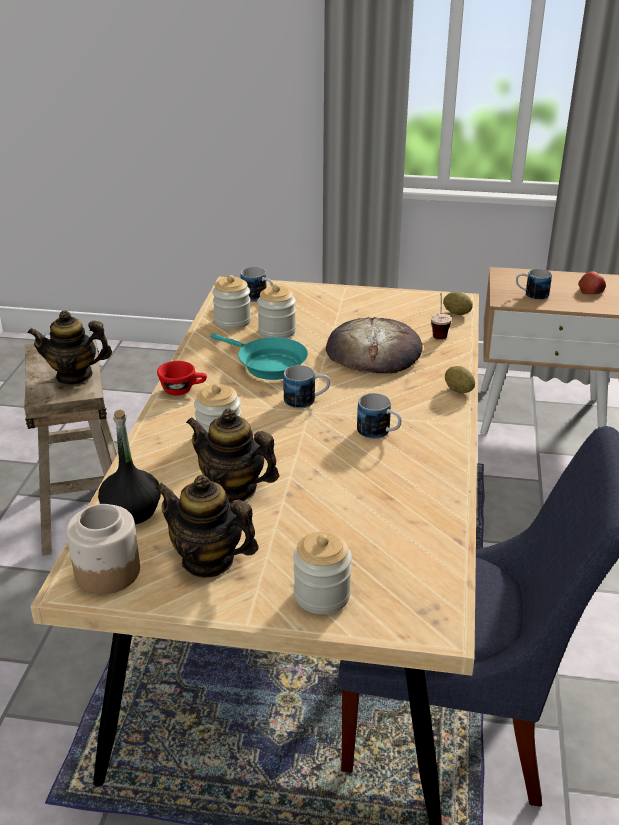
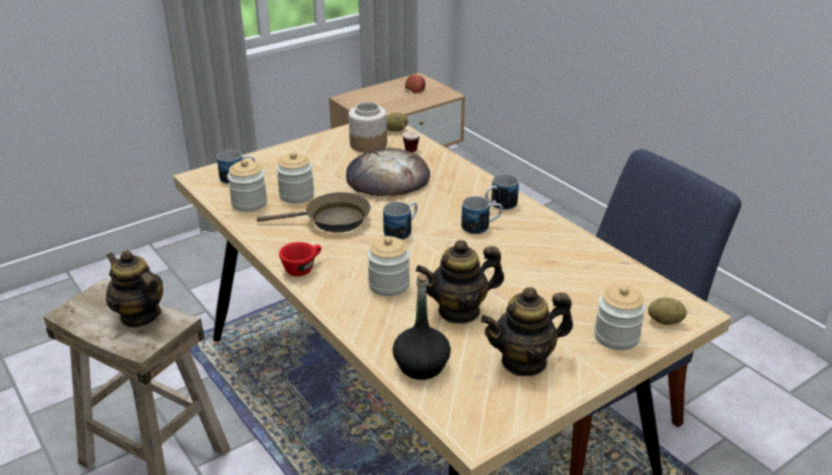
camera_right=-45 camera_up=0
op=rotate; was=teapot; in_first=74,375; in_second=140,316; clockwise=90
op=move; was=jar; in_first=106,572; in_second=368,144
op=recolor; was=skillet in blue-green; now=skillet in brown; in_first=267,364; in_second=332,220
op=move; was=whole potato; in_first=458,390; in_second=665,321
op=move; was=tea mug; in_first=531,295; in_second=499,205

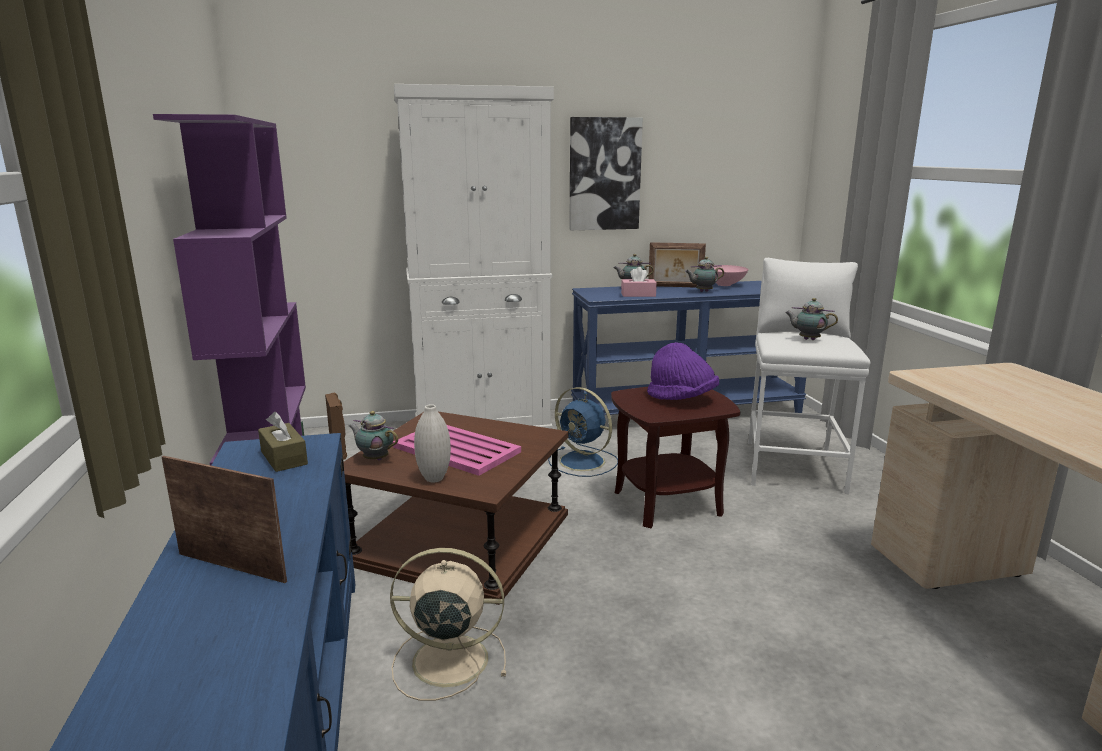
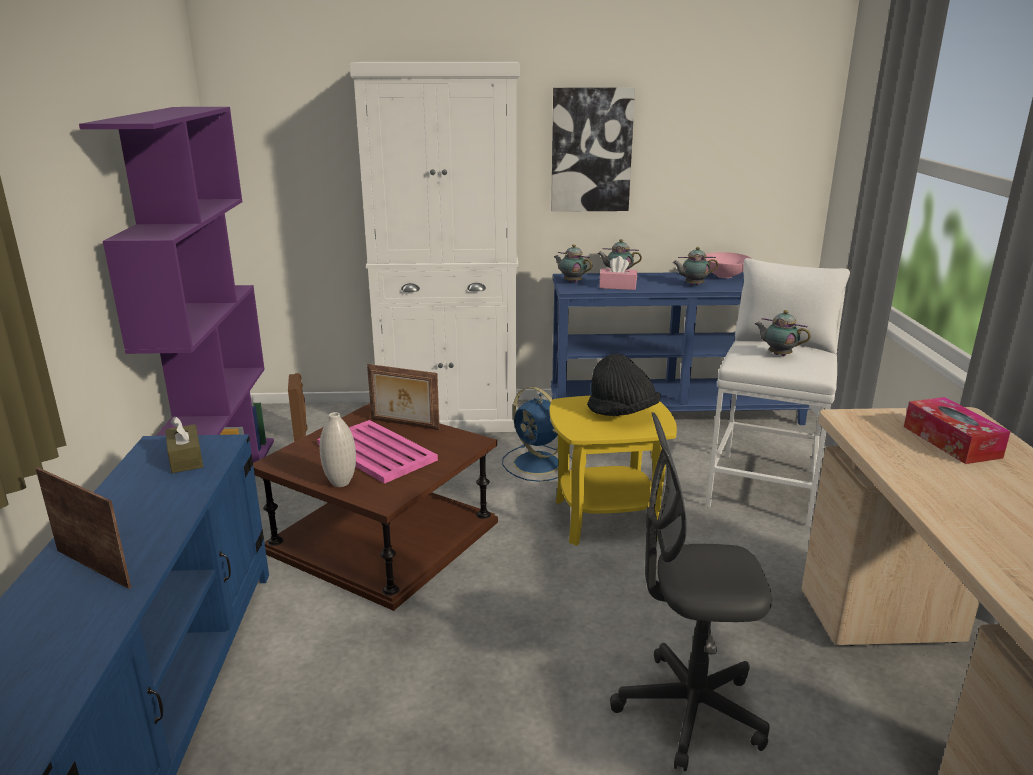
camera_right=10 camera_up=5
op=move; was=teapot; in_first=375,459; in_second=571,282
op=delete; was=electric fan in beige-coloured; in_first=446,660
op=recolor; was=side table in brown; now=side table in yellowish; in_first=667,503; in_second=606,519
op=recolor; was=wearable hat in purple; now=wearable hat in blackish; in_first=682,399; in_second=622,413
op=move; was=standing frame; in_first=675,287; in_second=404,425
op=insert; now=office chair in grey; in_second=689,711
op=insert; now=tissue box; in_second=951,442

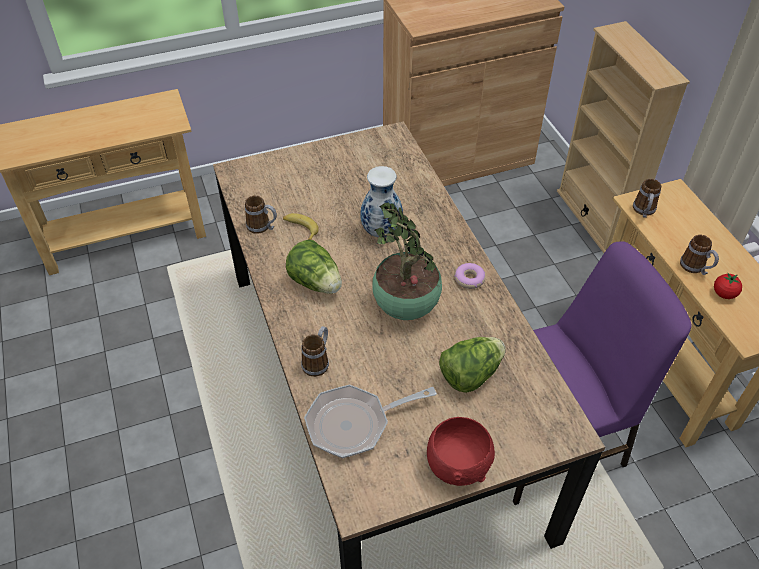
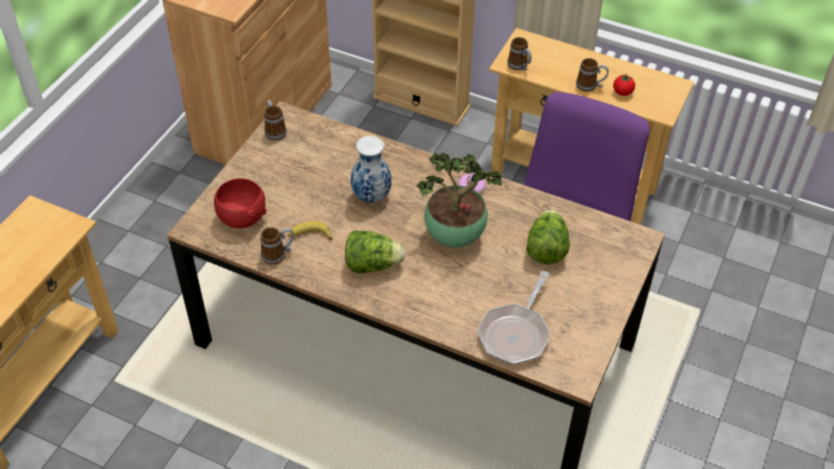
camera_right=-45 camera_up=0
op=move; was=tea mug; in_first=318,361; in_second=274,130
op=move; was=deep dish in reddish; in_first=458,464; in_second=242,217

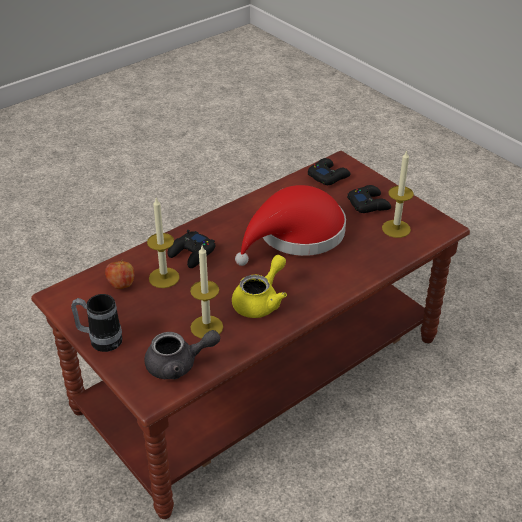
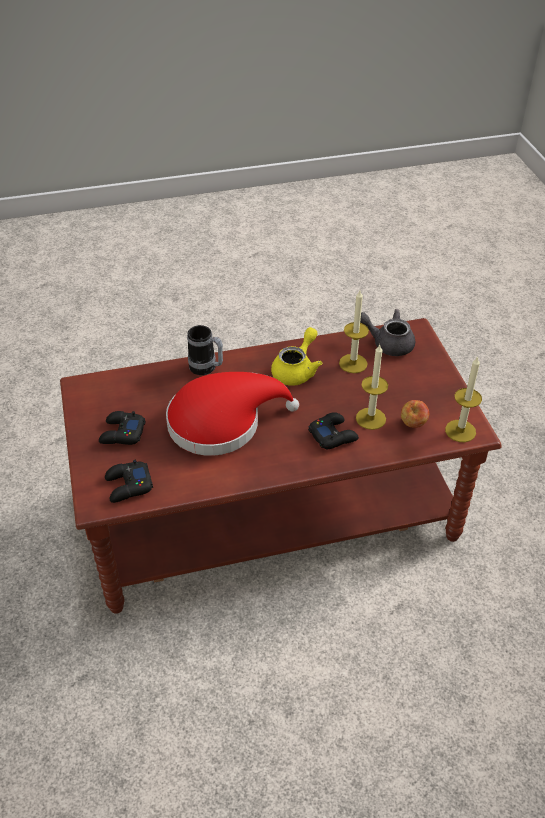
camera_right=-155 camera_up=5
op=move; was=tea mug; in_first=100,340; in_second=206,369
op=rotate; was=teapot in yellowish; in_first=261,301; in_second=297,370; clockwise=150
op=move; was=wax light; in_first=396,229; in_second=460,431

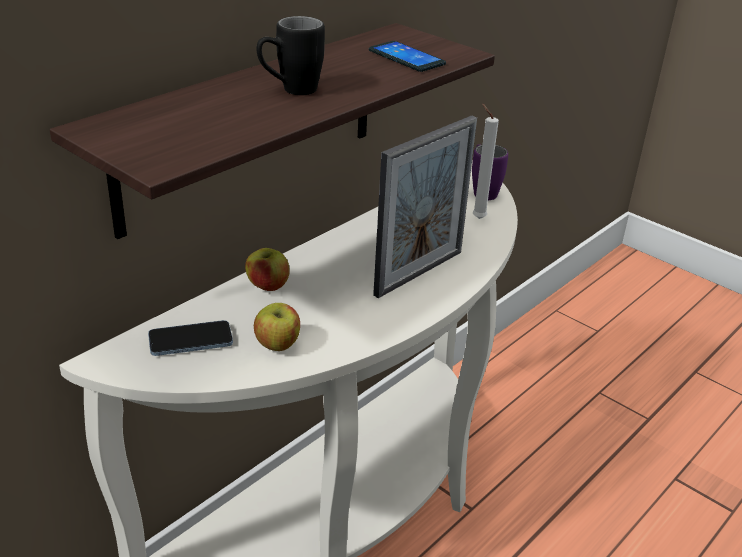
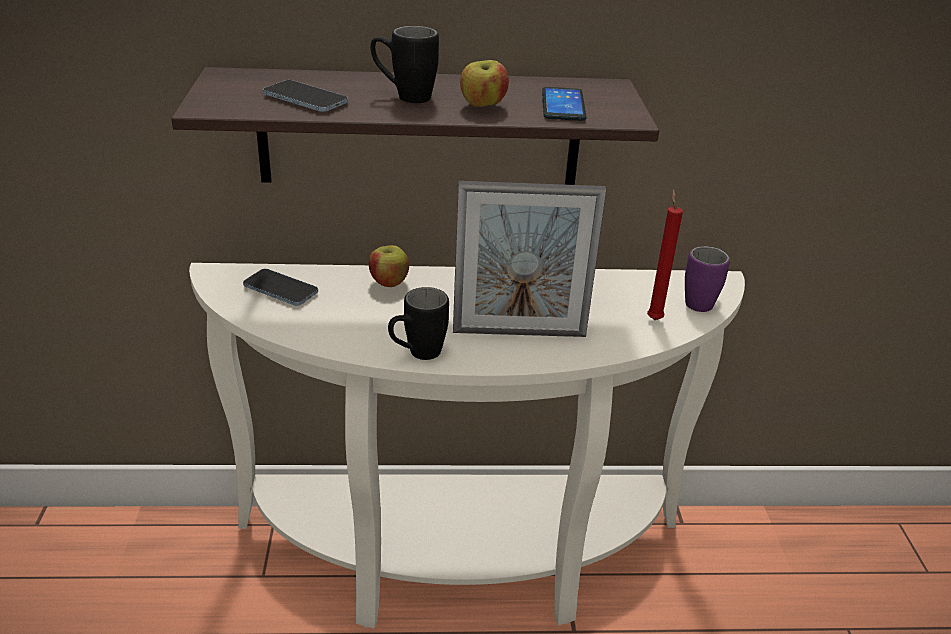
camera_right=45 camera_up=0
op=move; was=apple; in_first=278,345; in_second=483,106
op=recolor; was=wax light in white-coloured; now=wax light in reddish; in_first=477,218; in_second=654,318
op=insert; now=handset; in_second=305,99
op=insert; now=tea mug in blackish; in_second=416,355

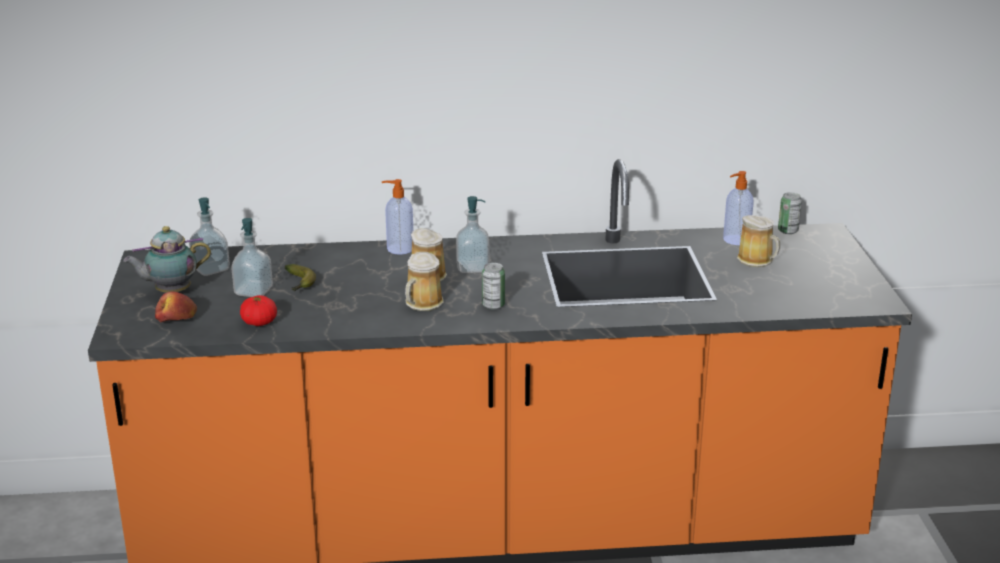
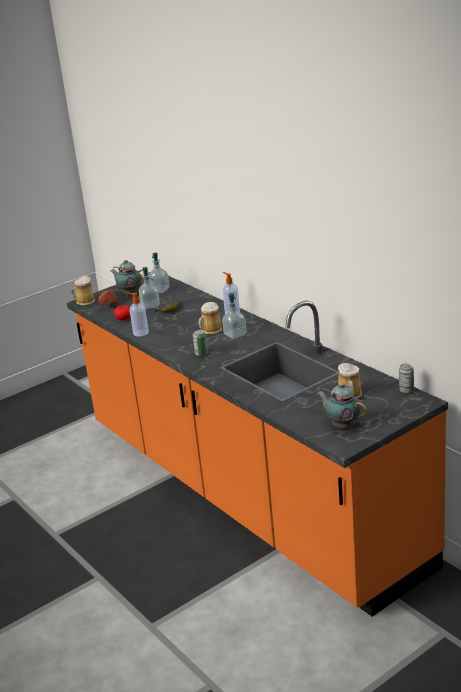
camera_right=60 camera_up=0
op=move; was=tea mug; in_first=422,303; in_second=84,301
op=move; was=soap bottle; in_first=735,240; in_second=140,333
op=insert; now=teapot; in_second=342,425

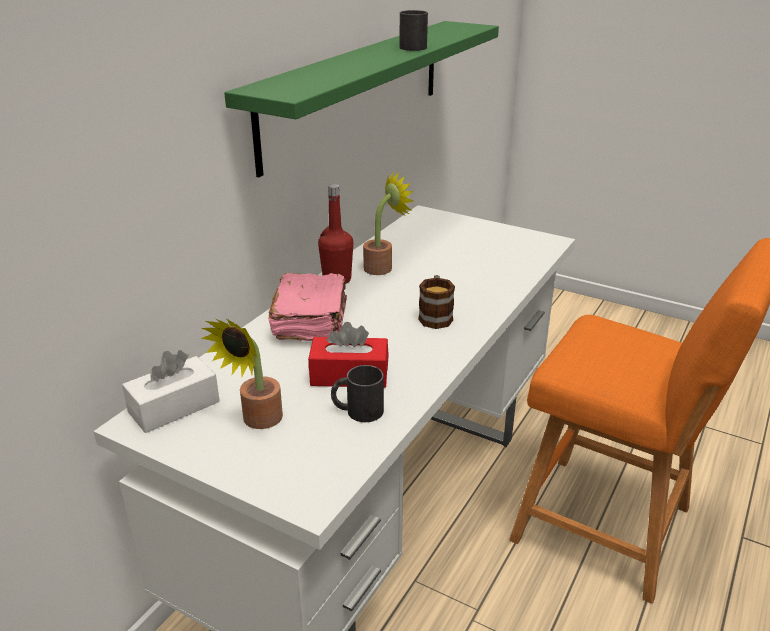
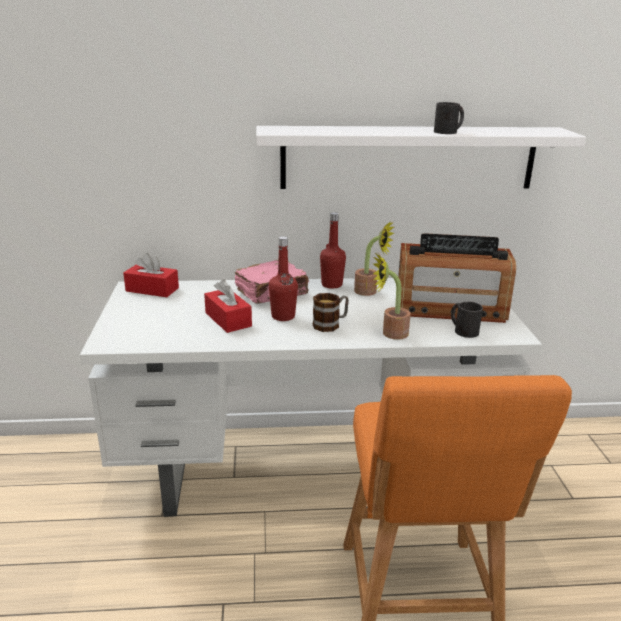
camera_right=55 camera_up=-5
op=recolor; was=tissue box in white-coloured; now=tissue box in reddish; in_first=174,407; in_second=152,289
op=move; was=potted plant; in_first=257,421; in_second=389,333
op=recolor; was=shelf in green-coloured; now=shelf in white-coloured; in_first=356,90; in_second=408,158
op=move; was=tea mug in blackish; in_first=357,411; in_second=462,330
op=insert; now=beverage bottle in reddish; in_second=283,316
op=insert; now=radio; in_second=450,308

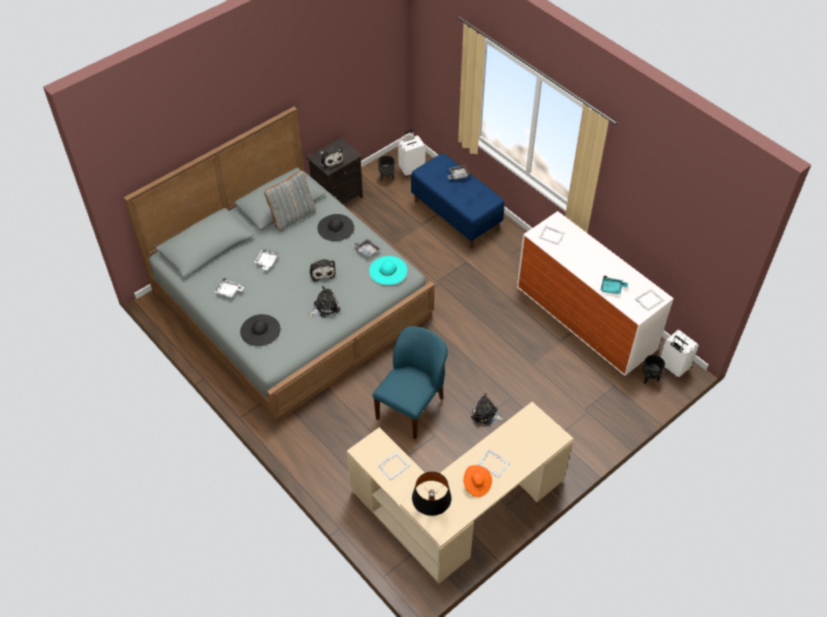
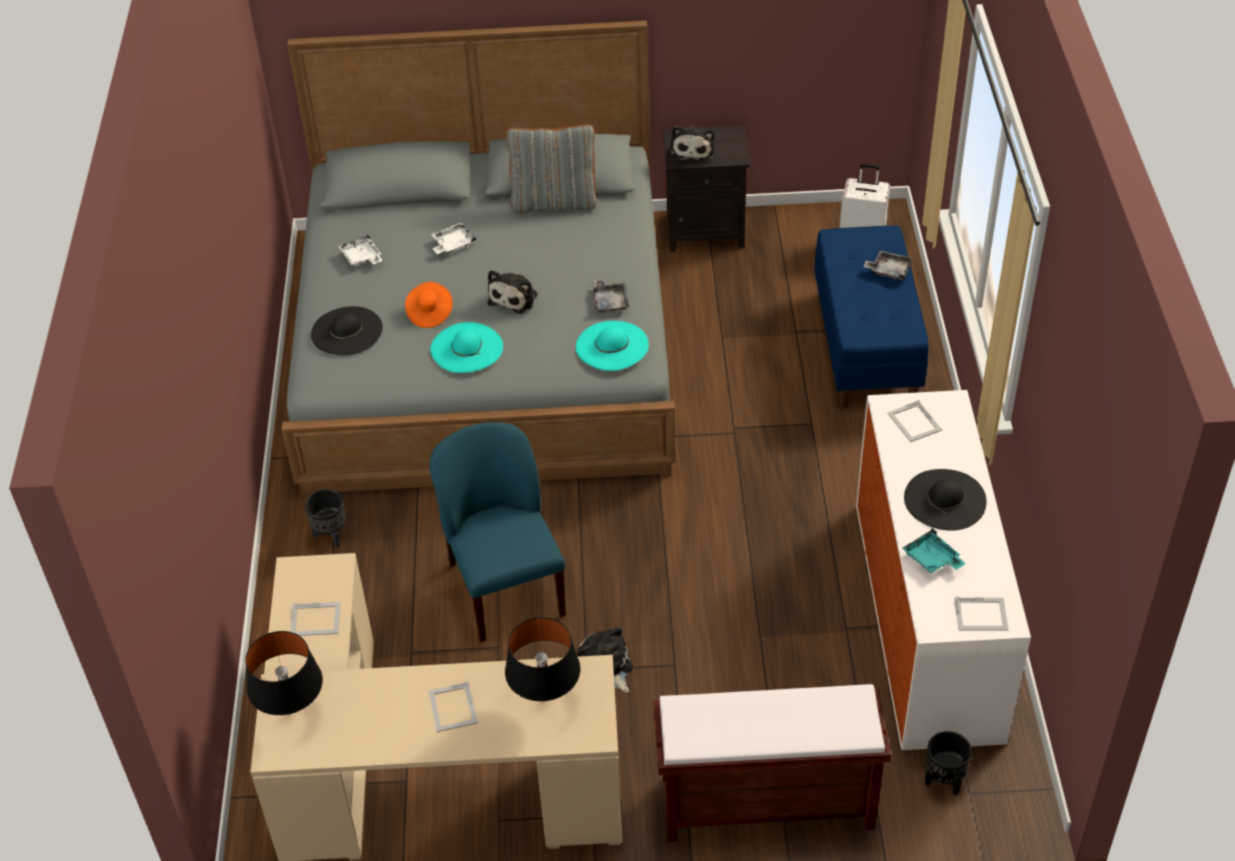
camera_right=40 camera_up=-5
op=replace; was=soft toy; now=wearable hat in blue-green; in_first=325,307; in_second=466,348
op=move; was=wearable hat in blackish; in_first=335,227; in_second=945,499
op=rotate; was=chair in bluish; in_first=411,407; in_second=505,587; clockwise=-90
op=move; was=flower pot in blackish; in_first=386,178; in_second=330,536
op=move; was=wearable hat in orangey; in_first=476,484; in_second=429,313
op=delete; was=piece of luggage in white-coloured; in_first=672,367
op=insert; now=tabletop lamp in blackish; in_second=545,699
op=insert; now=long seat in brown; in_second=765,804

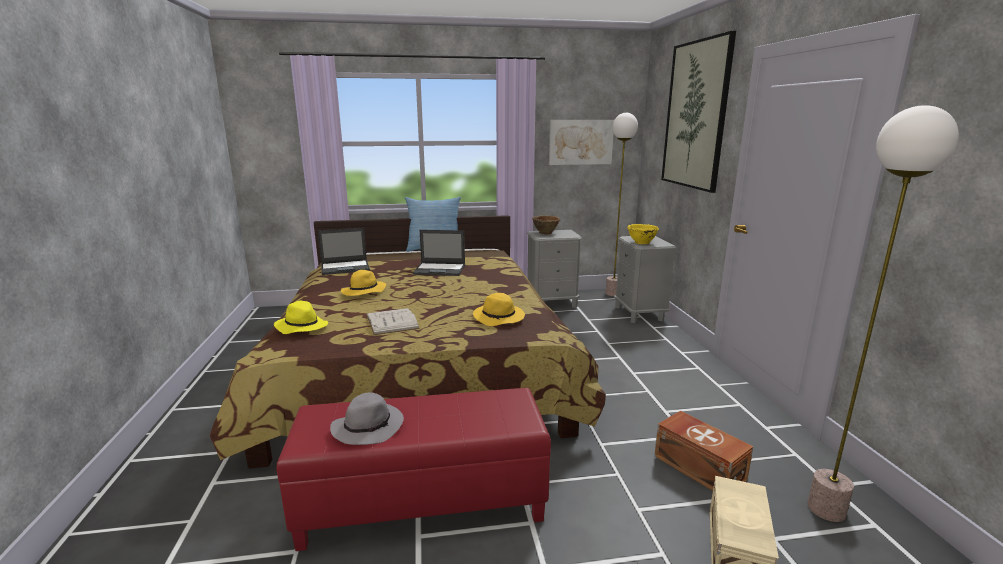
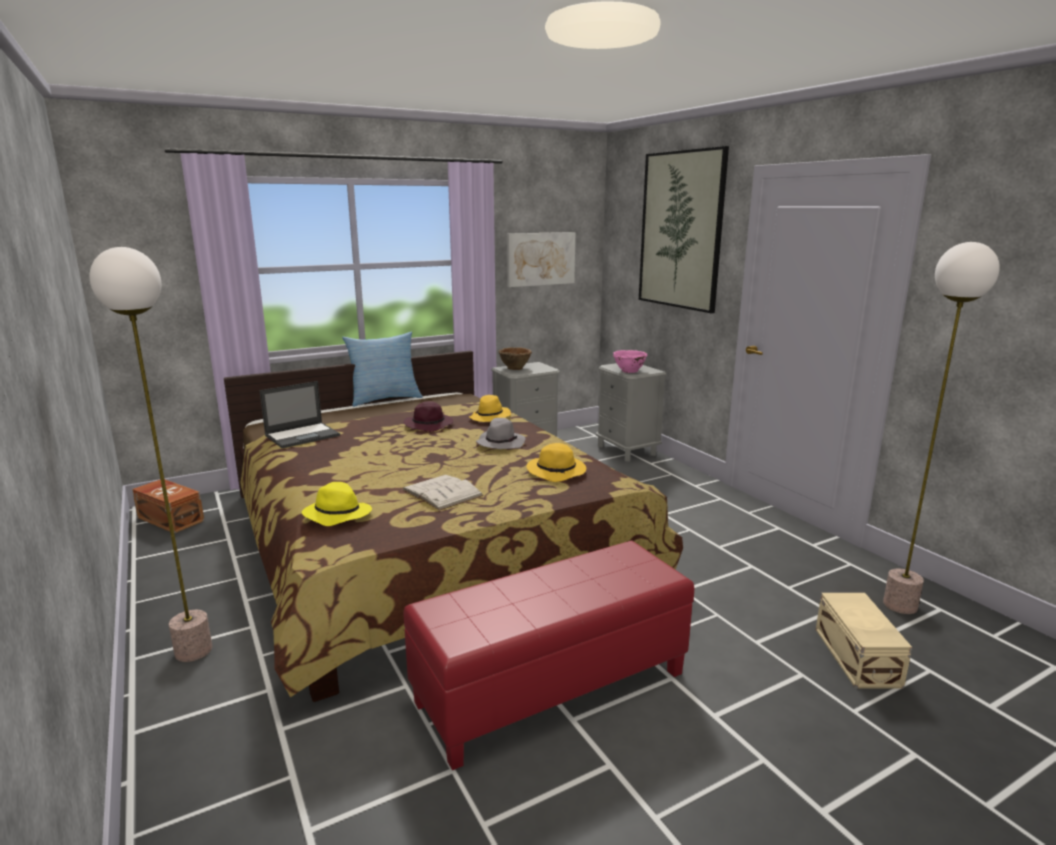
camera_right=-20 camera_up=0
op=move; was=wearable hat in grey; in_first=369,427; in_second=500,443
op=move; was=wearable hat in yellowish; in_first=363,292; in_second=490,418
op=replace; was=laptop; now=wearable hat in purple; in_first=440,269; in_second=429,425
op=move; was=standing lamp; in_first=613,293; in_second=194,650
op=recolor; was=deep dish in yellowish; now=deep dish in pinkish; in_first=641,242; in_second=629,371
op=move; was=storage container in brown; in_first=698,467; in_second=171,518

